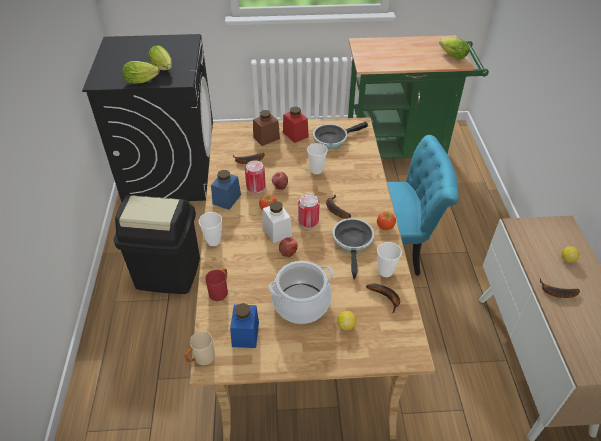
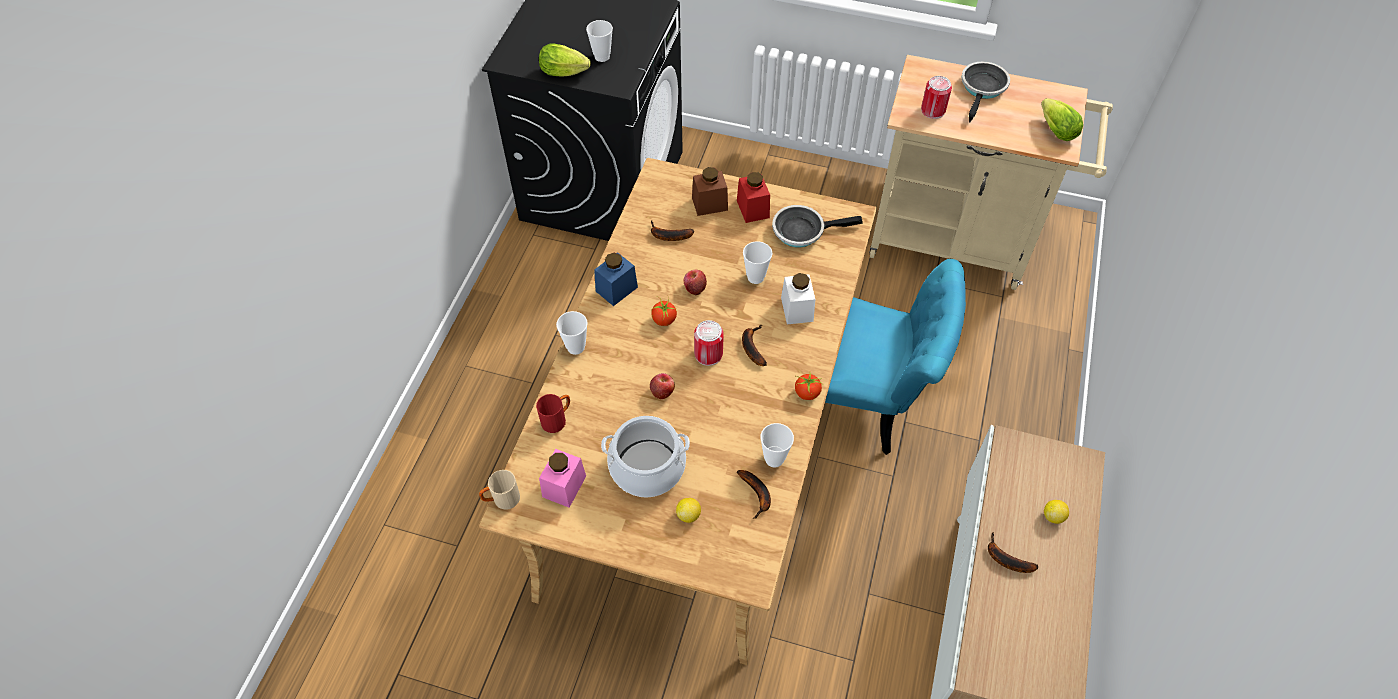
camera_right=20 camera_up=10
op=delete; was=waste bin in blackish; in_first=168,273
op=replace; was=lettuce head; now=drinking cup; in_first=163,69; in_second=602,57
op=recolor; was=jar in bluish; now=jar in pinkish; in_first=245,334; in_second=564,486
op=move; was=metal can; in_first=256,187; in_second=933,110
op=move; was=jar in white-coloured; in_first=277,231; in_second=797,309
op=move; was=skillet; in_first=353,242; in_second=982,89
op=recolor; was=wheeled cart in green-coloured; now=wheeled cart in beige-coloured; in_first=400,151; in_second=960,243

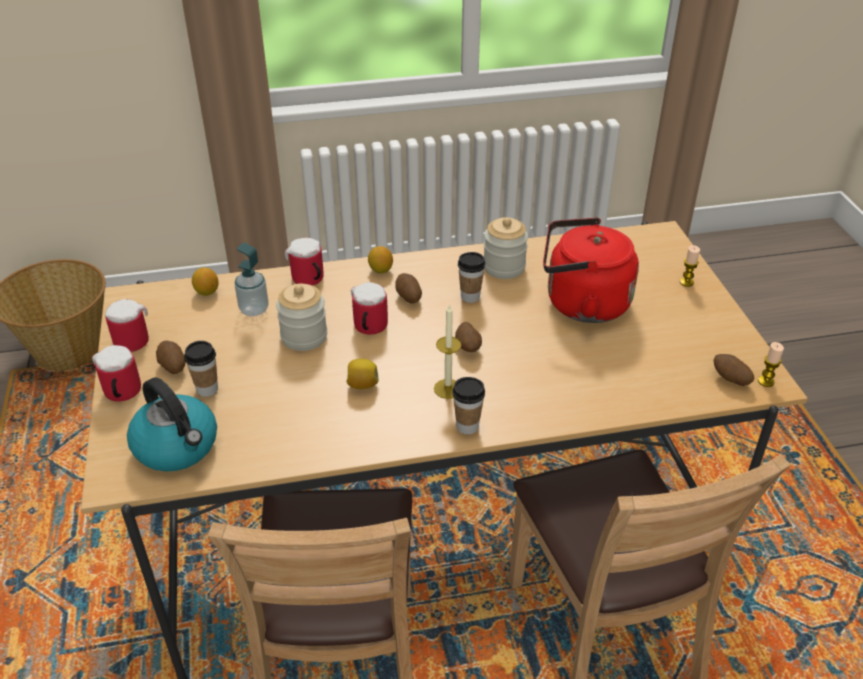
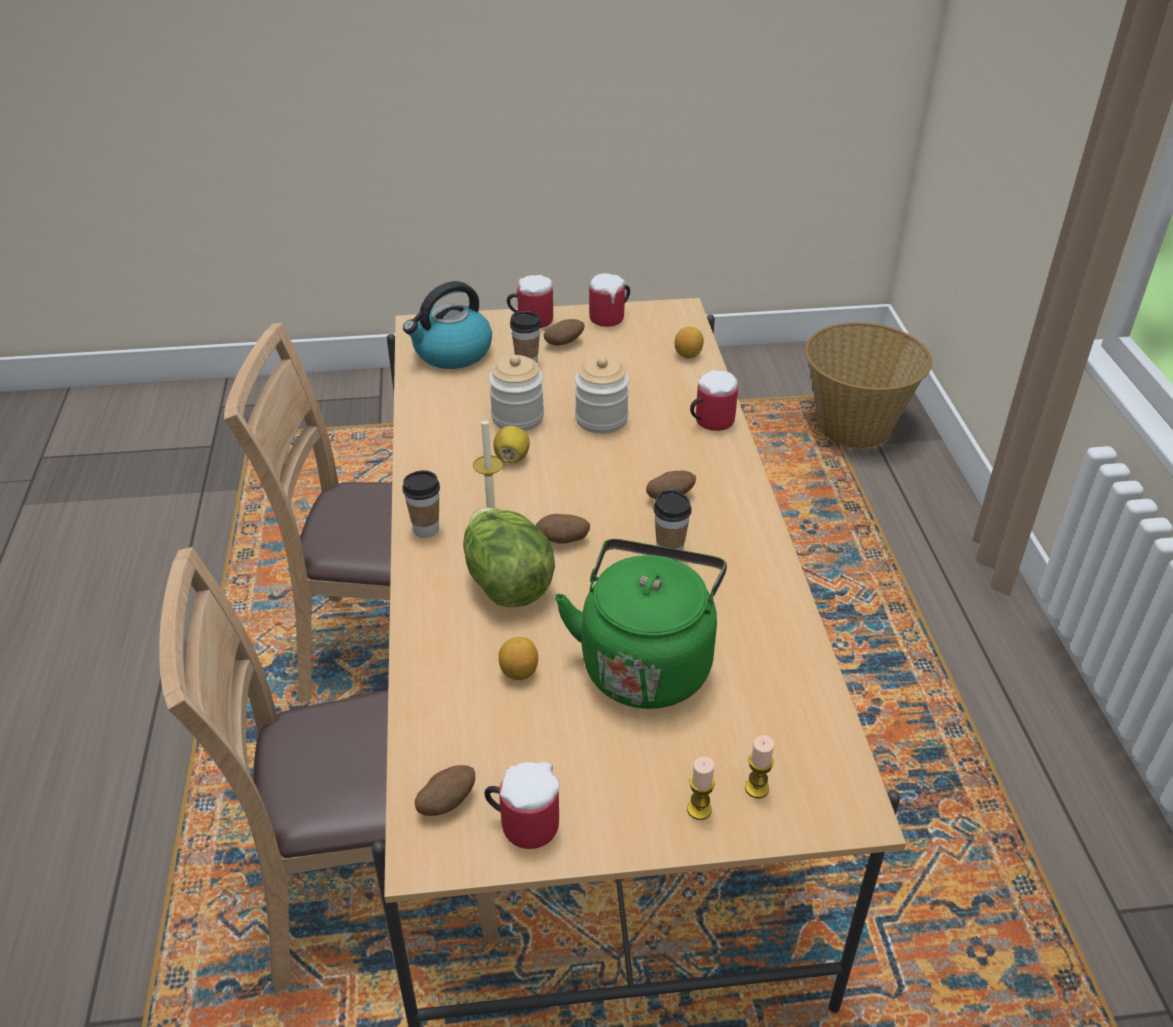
camera_right=95 camera_up=0
op=delete; was=soap bottle; in_first=254,309
op=move; was=tea mug; in_first=368,328; in_second=523,822
op=move; was=citrus fruit; in_first=380,270; in_second=519,672
op=move; was=jar; in_first=504,267; in_second=517,417
op=recolor; was=kettle in reddish; now=kettle in green-coloured; in_first=581,304; in_second=646,662
op=move; was=wax light; in_first=766,381; in_second=756,788
op=insert; now=lettuce head; in_second=506,583

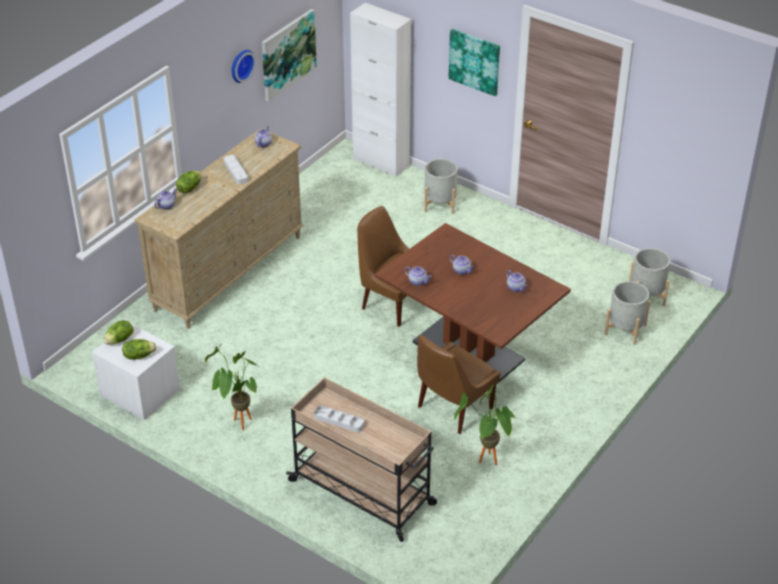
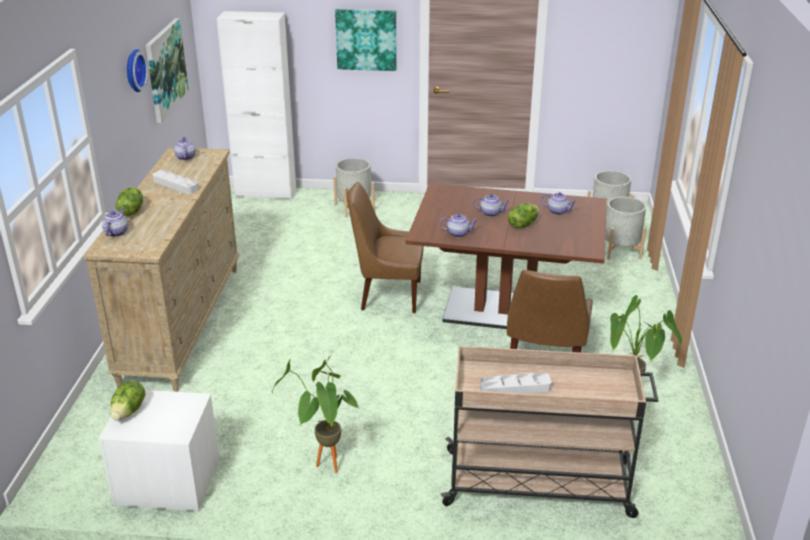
camera_right=-30 camera_up=-10
op=move; was=lettuce head; in_first=139,355; in_second=522,225

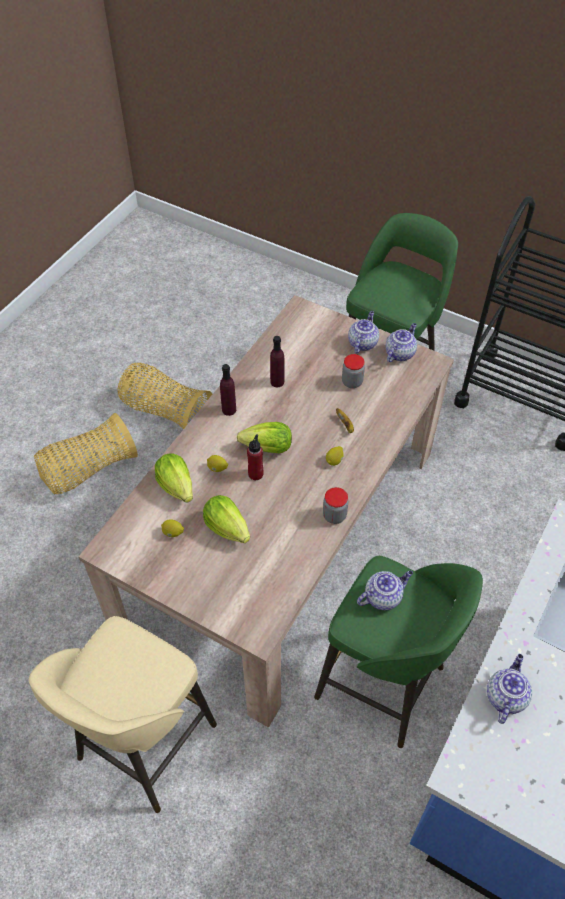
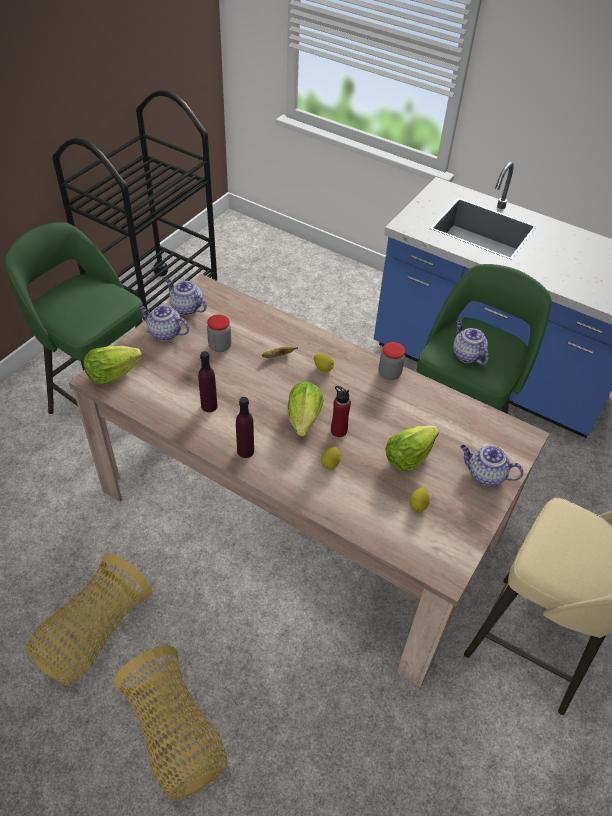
camera_right=-90 camera_up=-5
op=move; was=lettuce head; in_first=176,486; in_second=112,374
op=move; was=teapot; in_first=505,696; in_second=485,475

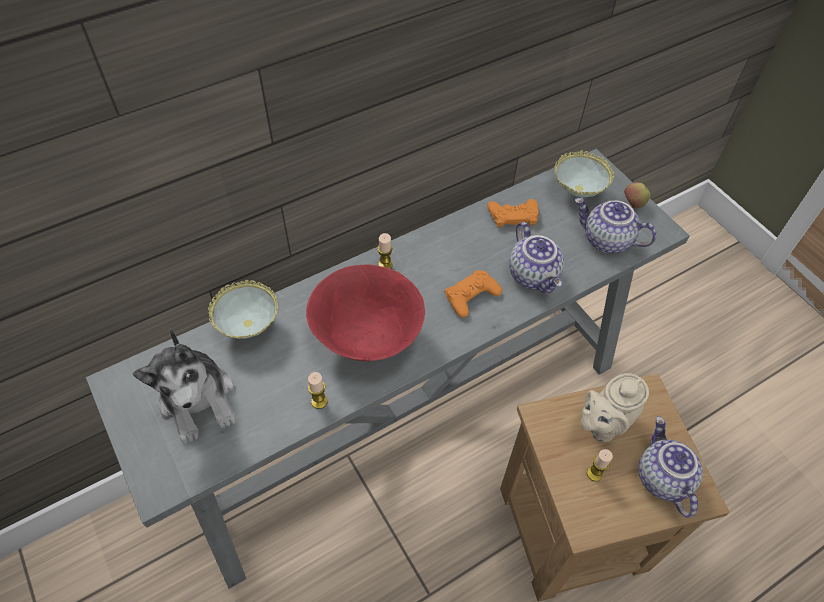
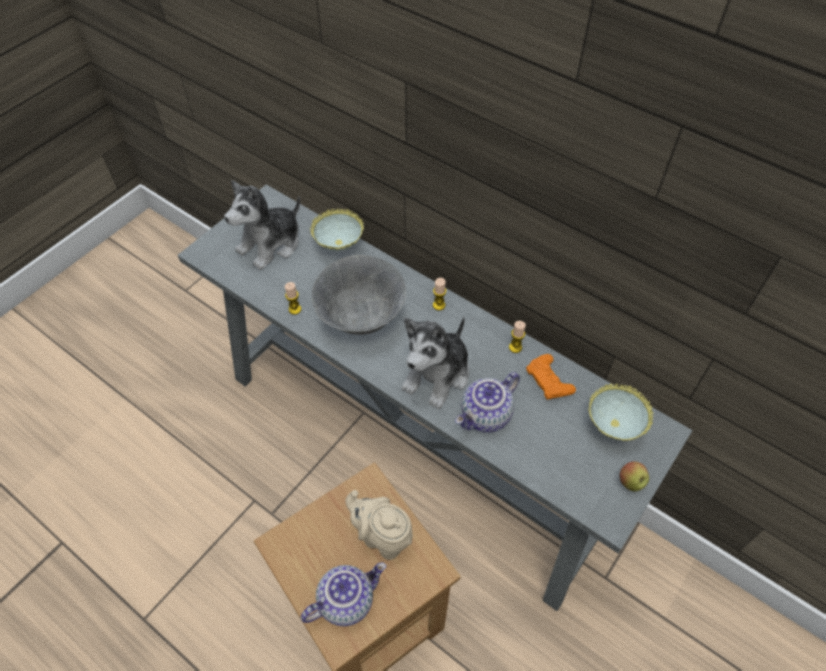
camera_right=70 camera_up=0
op=recolor; was=deep dish in reddish; now=deep dish in grey; in_first=368,339; in_second=361,319
op=replace; was=game controller in orangey; now=soft toy; in_first=471,296; in_second=437,375
op=delete; was=teapot; in_first=606,240
op=move; was=wax light; in_first=594,473; in_second=515,347

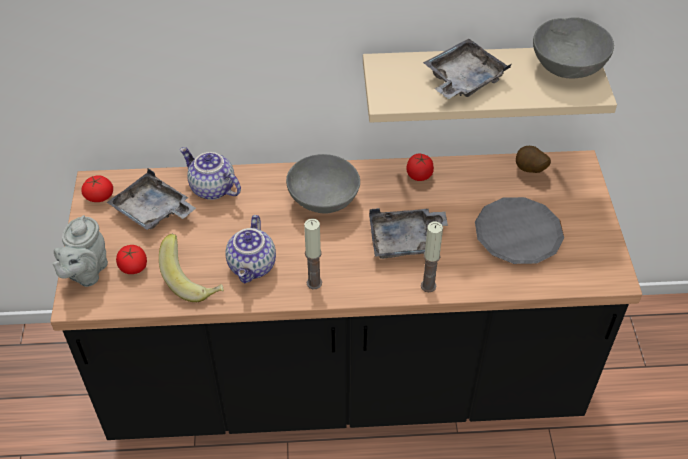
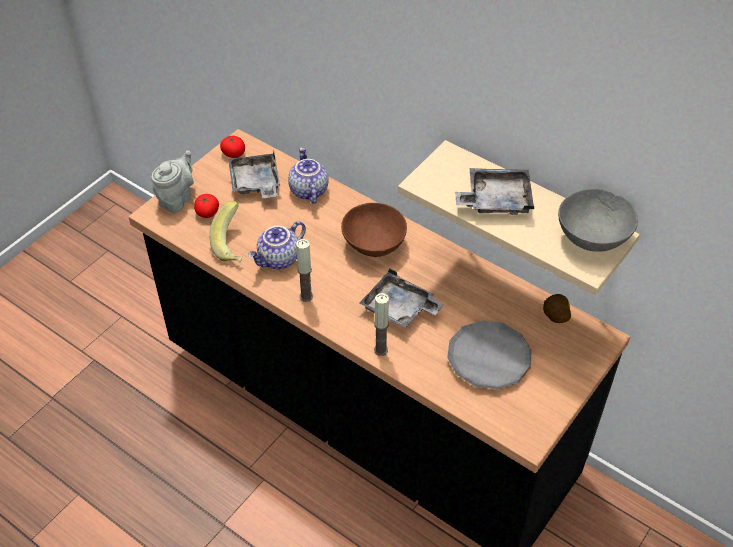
camera_right=40 camera_up=0
op=rotate; was=teapot in grey; in_first=86,272; in_second=177,198; clockwise=150
op=recolor; was=deep dish in grey; now=deep dish in brown; in_first=323,200; in_second=374,244
op=delete; was=whole tomato; in_first=419,174

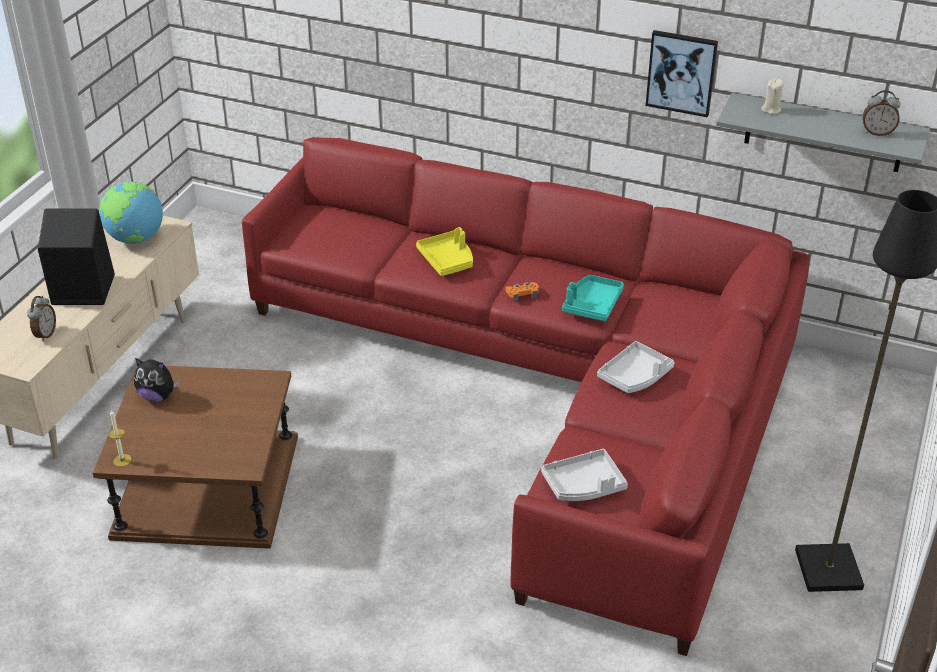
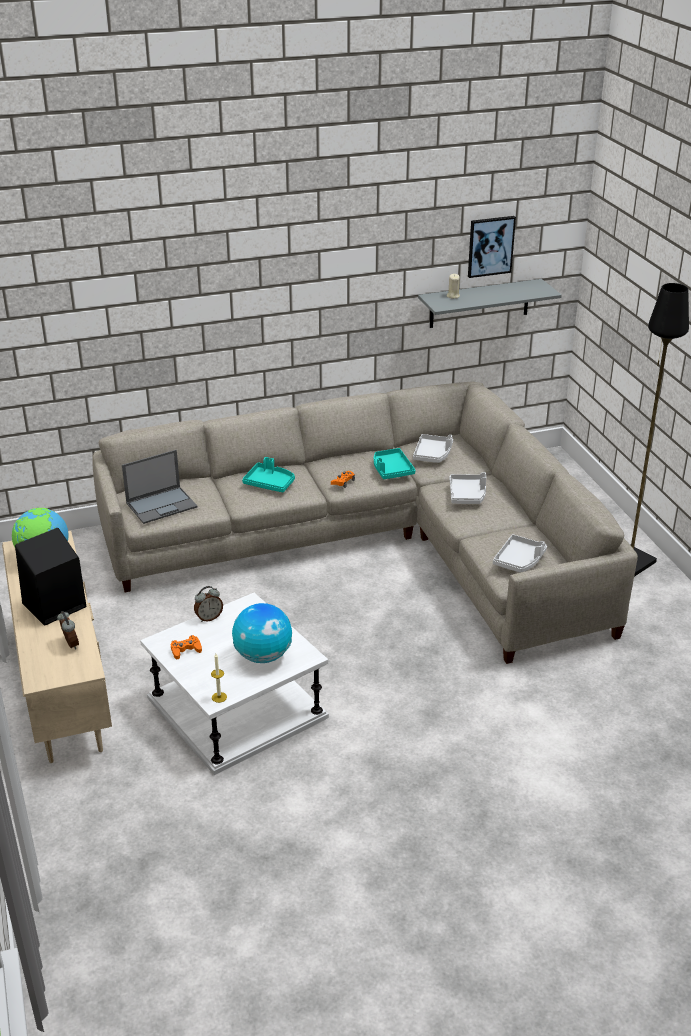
camera_right=-40 camera_up=-5
op=recolor; was=side table in brown; now=side table in white-coloured; in_first=207,486; in_second=237,707
op=replace; was=soft toy; now=game controller in orangey; in_first=158,396; in_second=186,650
op=recolor; was=couch in reddish; now=couch in grey; in_first=552,389; in_second=376,544
op=recolor; was=carrying tray in yellowish; now=carrying tray in blue-green; in_first=447,260; in_second=270,483
op=move; was=wall picture; in_first=681,72; in_second=490,246
op=move; was=table clock; in_first=877,133; in_second=209,618
op=insert; now=laptop; in_second=162,505
op=insert; now=globe; in_second=263,656
op=insert; now=carrying tray in grey; in_second=433,454

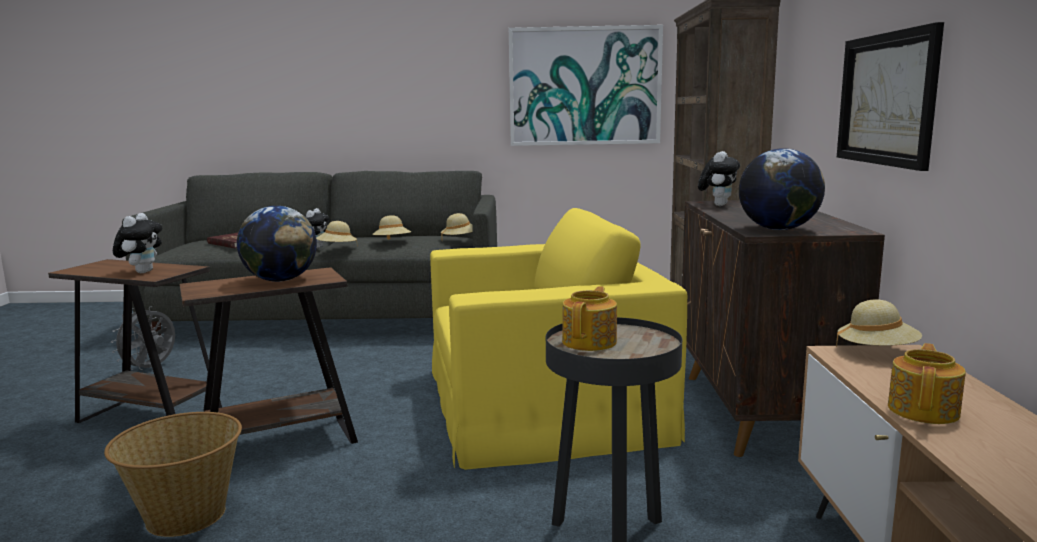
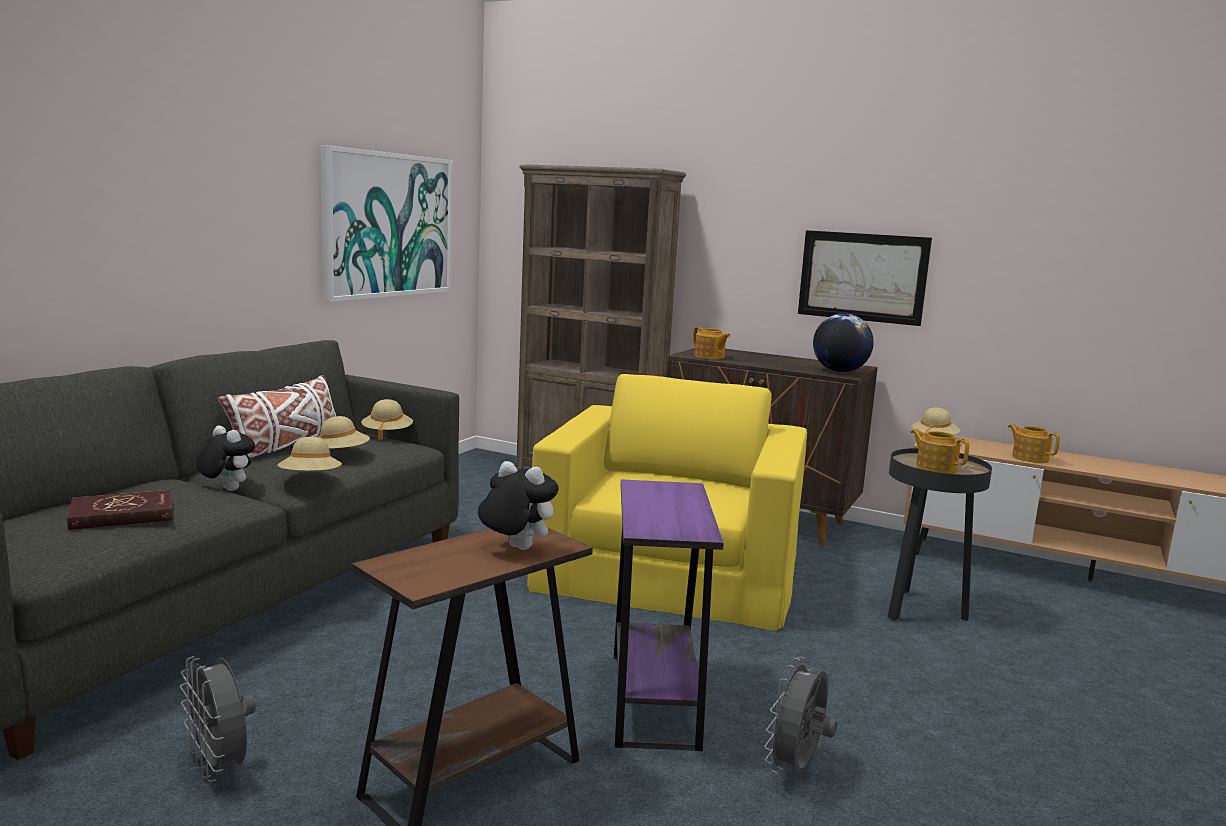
camera_right=-65 camera_up=0
op=replace; was=storage basket; now=electric fan in grey; in_first=185,516; in_second=796,769
op=recolor; was=side table in brown; now=side table in purple; in_first=279,445; in_second=654,699
op=delete; was=globe; in_first=280,280
op=replace; was=soft toy; now=teapot; in_first=717,205; in_second=709,357
op=insert; now=throw pillow in white-coloured; in_second=285,447

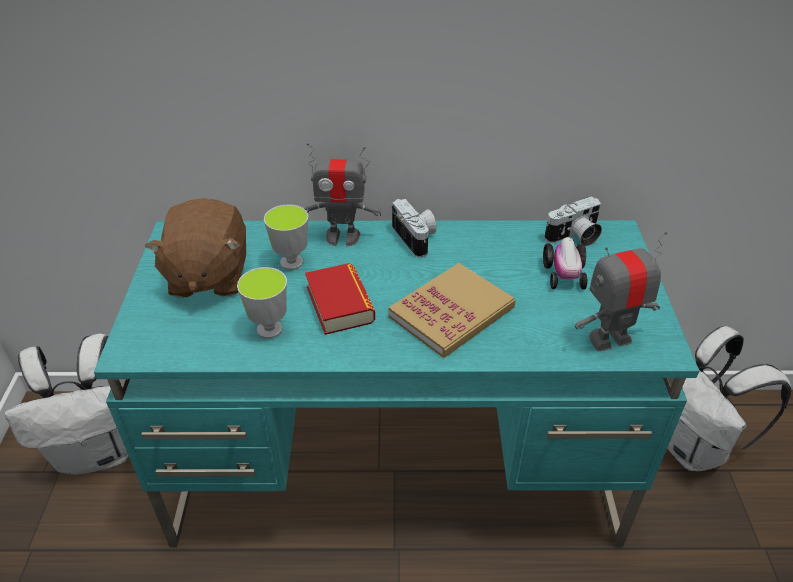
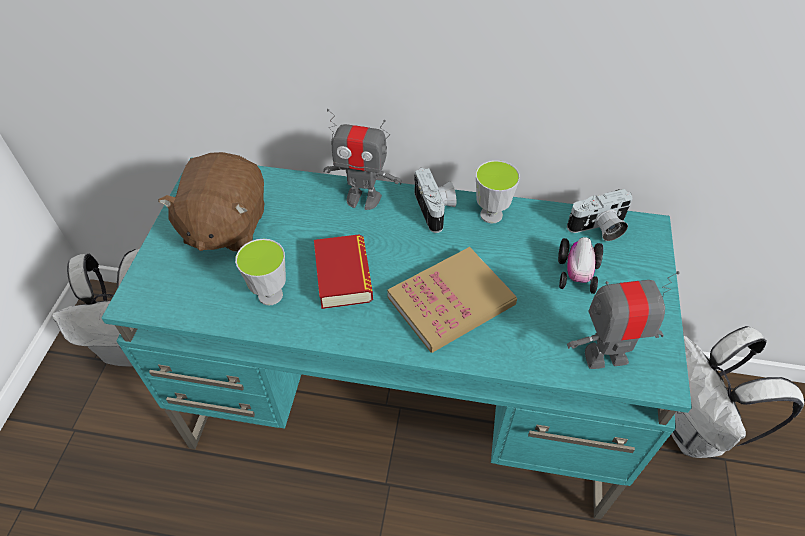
camera_right=10 camera_up=10
op=move; was=drinking cup; in_first=291,262; in_second=491,215

